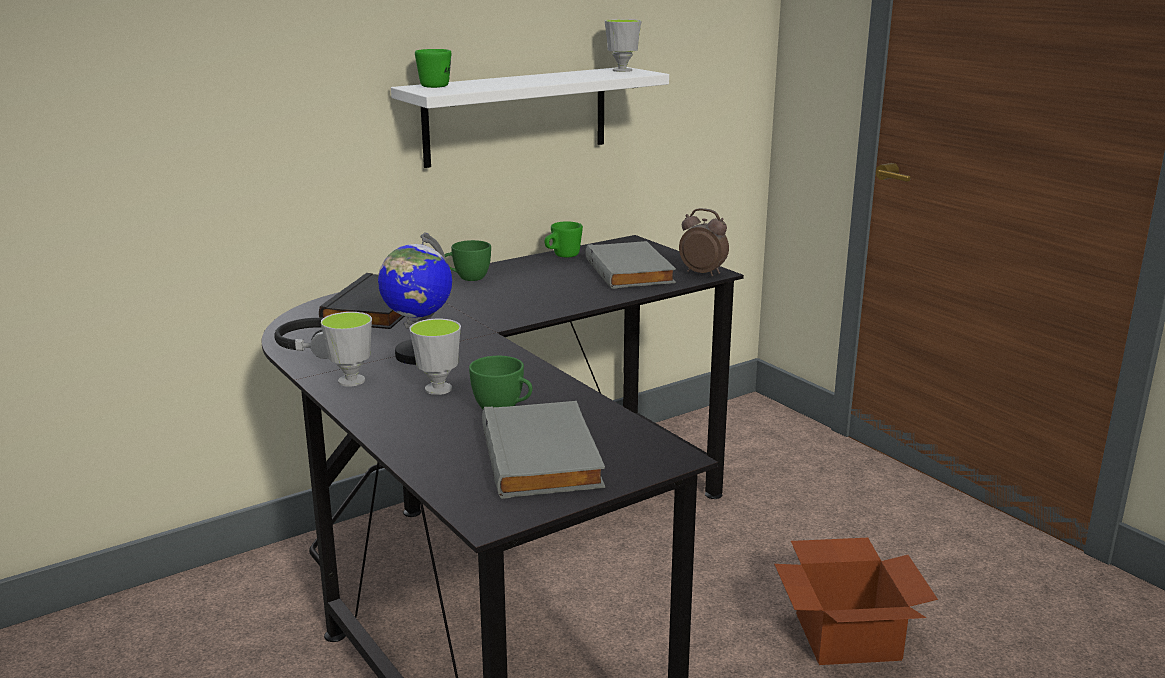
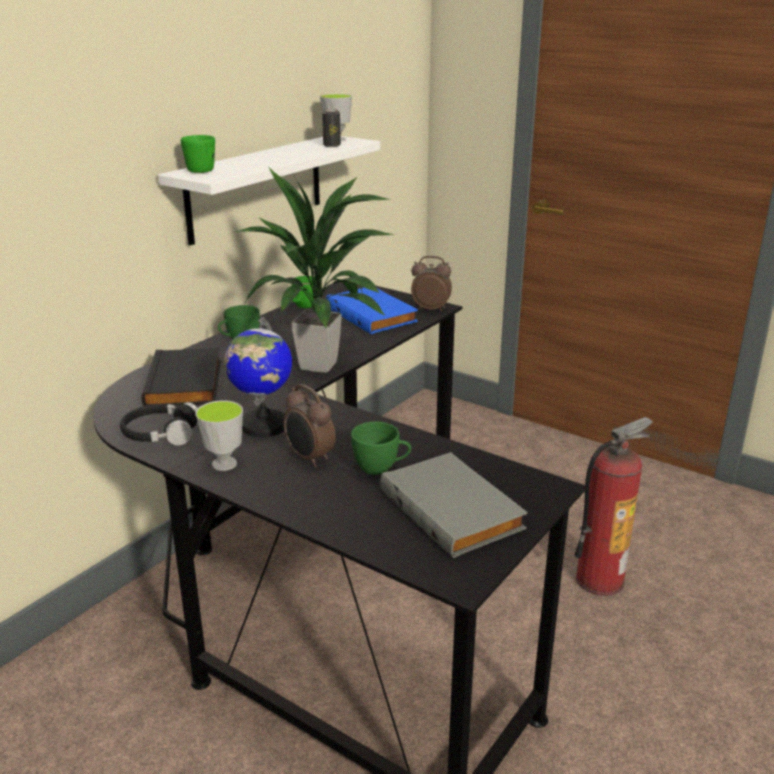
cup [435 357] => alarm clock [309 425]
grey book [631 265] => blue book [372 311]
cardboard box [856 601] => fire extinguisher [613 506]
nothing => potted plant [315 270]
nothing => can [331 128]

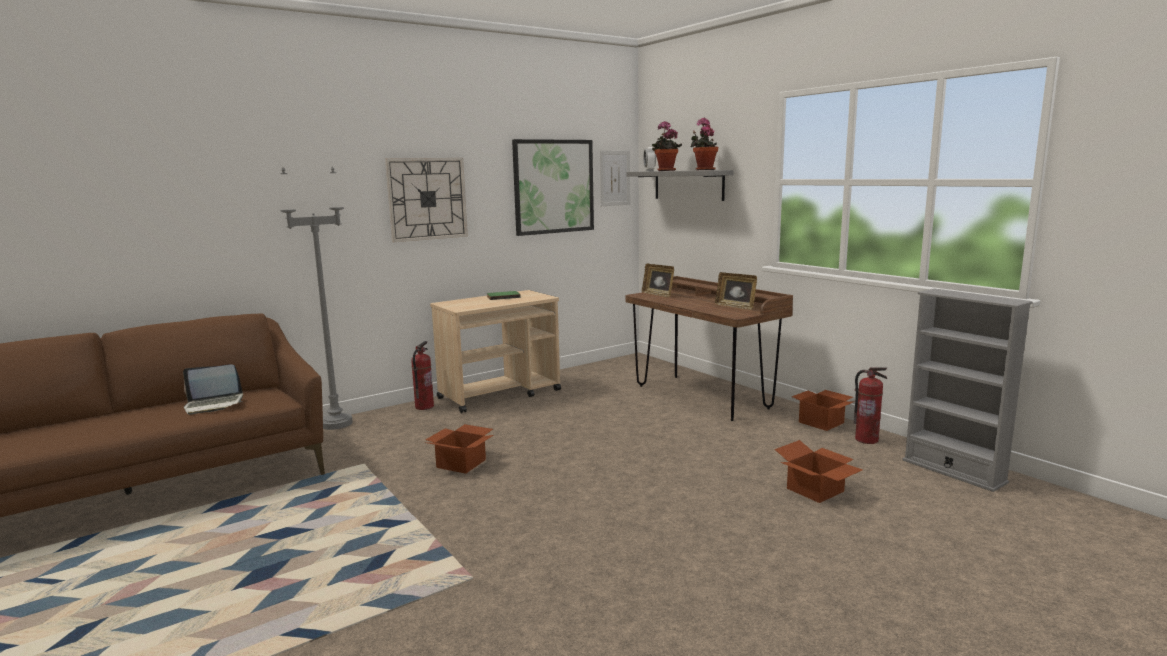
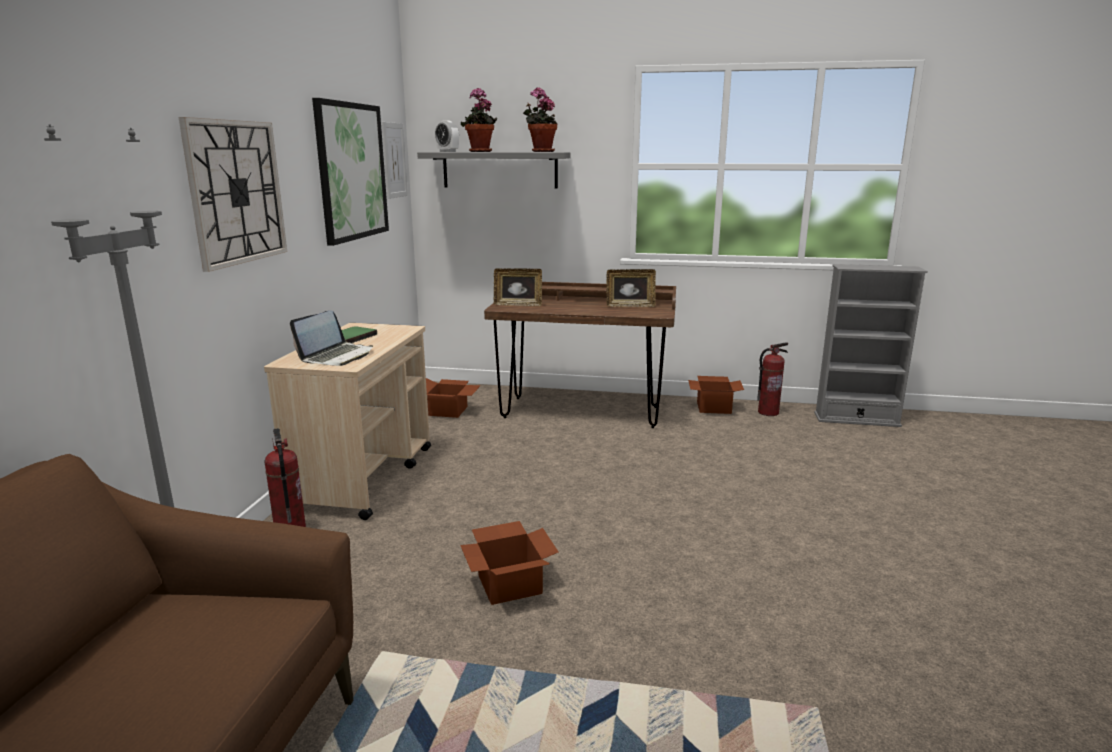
laptop [213 389] => laptop [331 338], relocated
cardboard box [818 471] => cardboard box [453 398], relocated

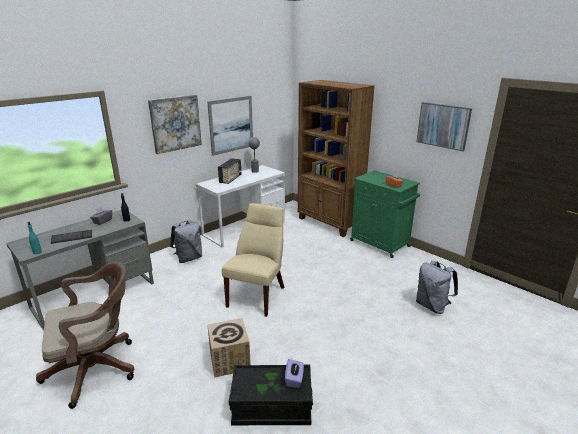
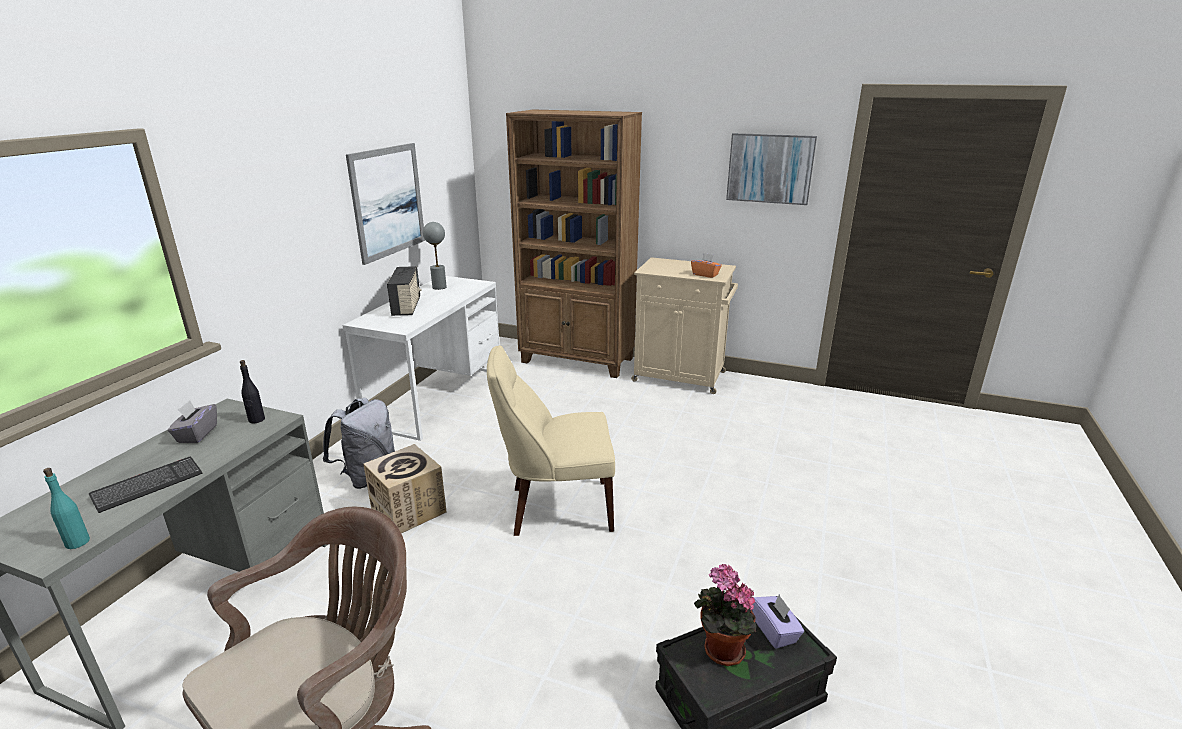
picture [175 124] => nothing
cardboard box [229 348] => cardboard box [405 488], relocated
beige chair [253 260] => beige chair [551 440], 90 degrees counterclockwise
green cabinet [385 214] => beige cabinet [684 325]
grey backpack [437 287] => nothing
nothing => potted plant [725 615]

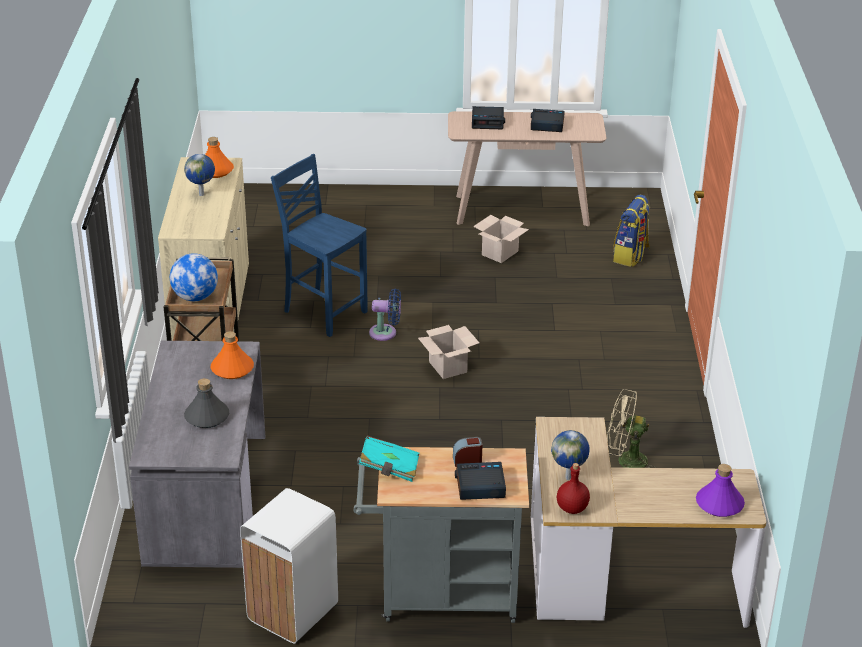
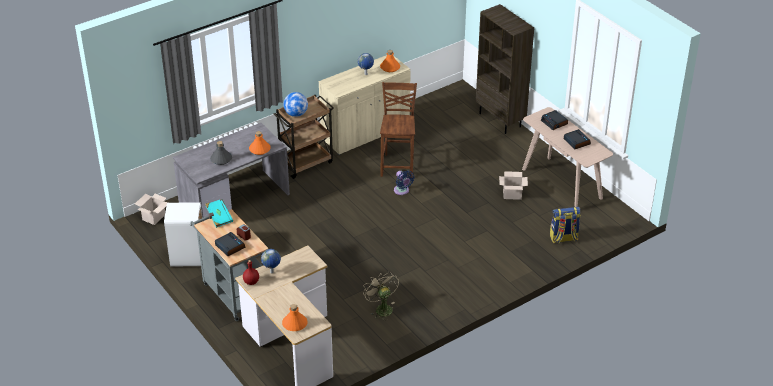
blue chair [319 245] => brown chair [398 129]
cardboard box [448 352] => cardboard box [151 209], relocated
purple bottle [720 490] => orange bottle [295 317]
nothing => brown bookcase [505 69]

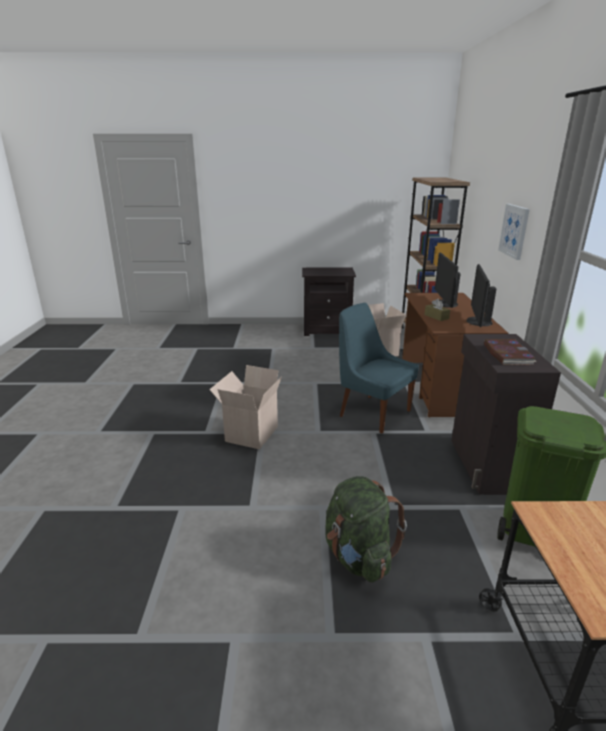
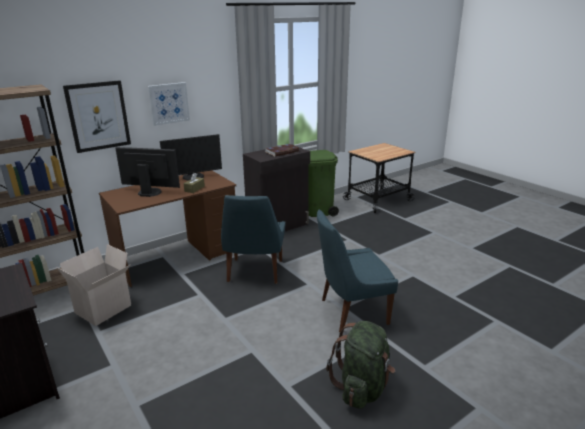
cardboard box [245 407] => blue chair [357 270]
green backpack [366 529] => green backpack [360 365], relocated
monitor [447 280] => monitor [147 172], 135 degrees counterclockwise
nothing => picture [97 116]

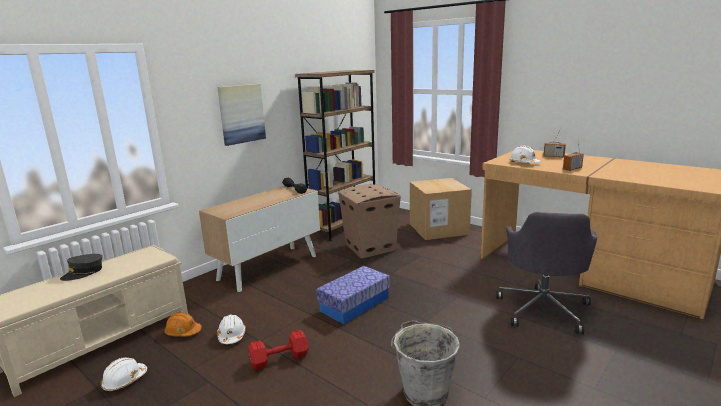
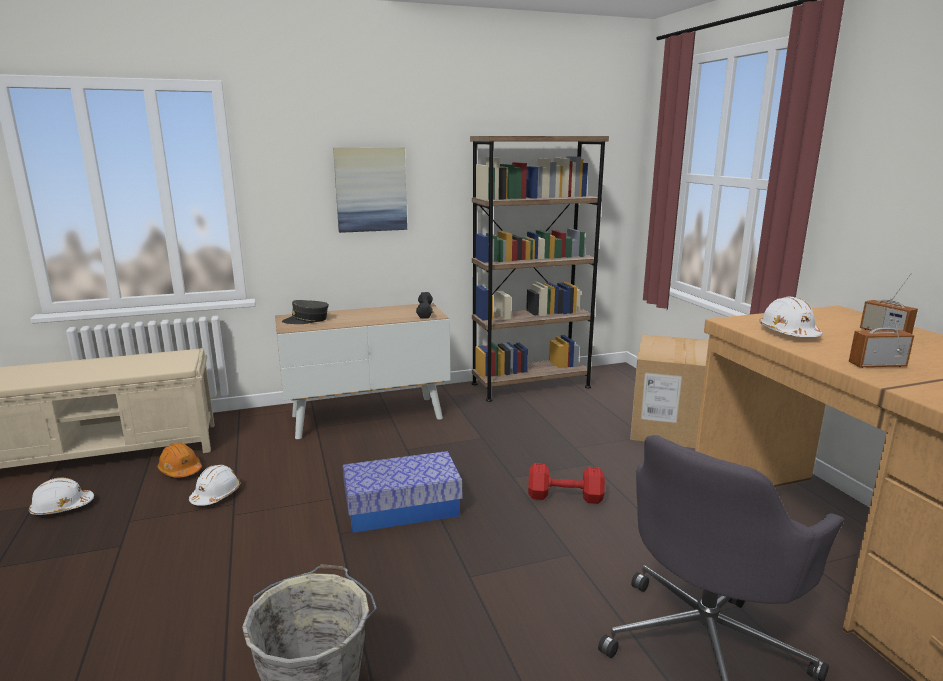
grey cap [81 267] => grey cap [305 312], relocated
red dumbbell [278 350] => red dumbbell [566 483], relocated
cardboard box [369 221] => nothing

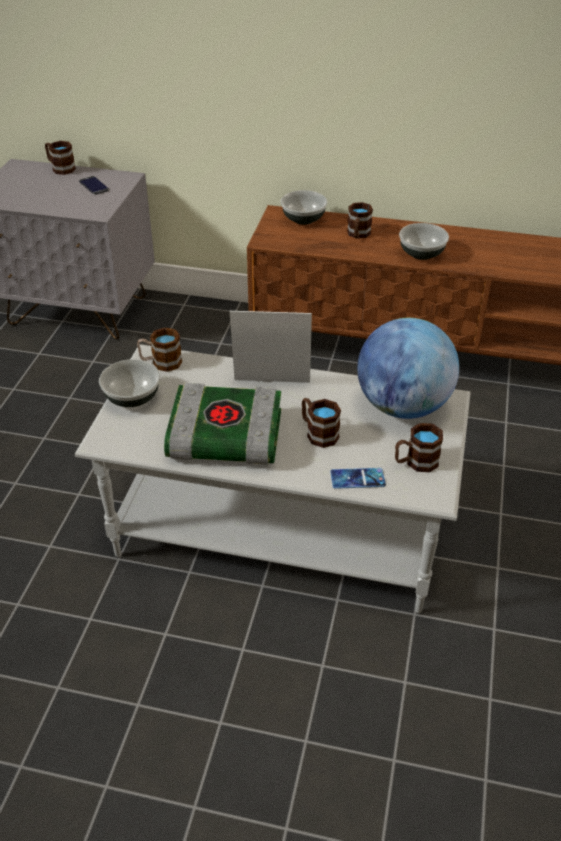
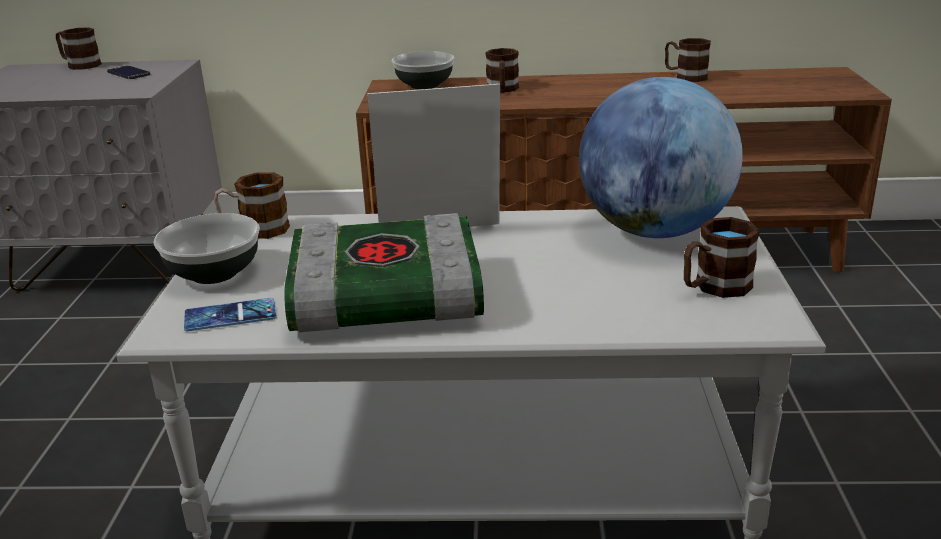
brown mug [321 423] => brown mug [688 60], relocated
phone [358 478] => phone [230 314], relocated
bowl [424 241] => nothing

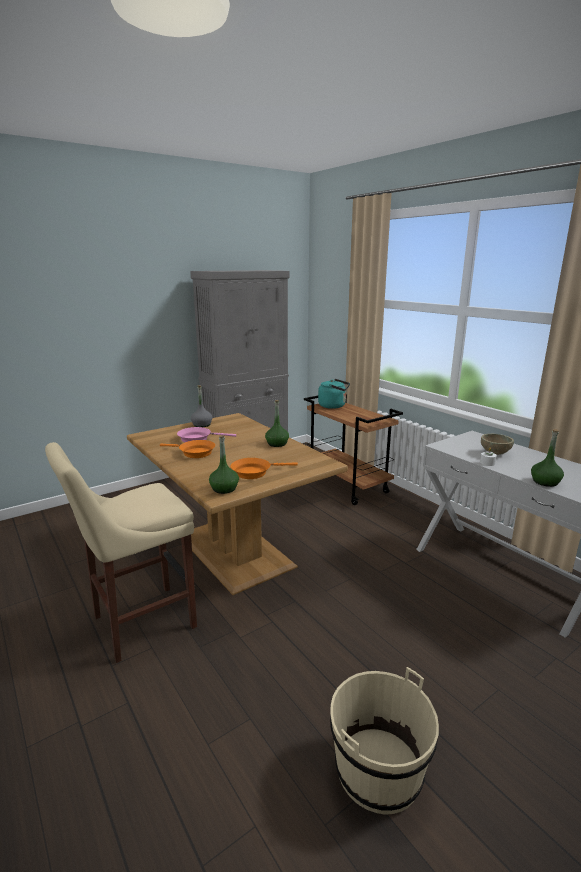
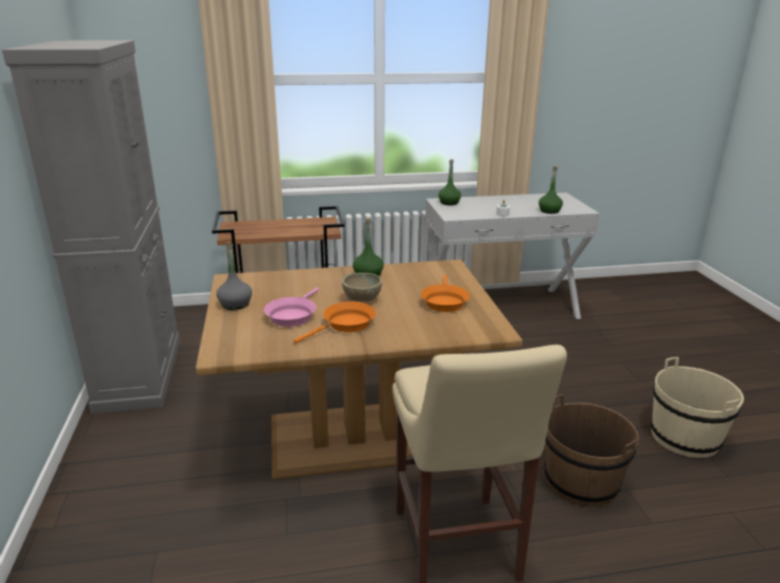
green bottle [224 464] => green bottle [449 182], relocated
turquoise kettle [334 394] => nothing
beige bowl [497 444] => beige bowl [362 287], relocated
nothing => brown bucket [592 450]

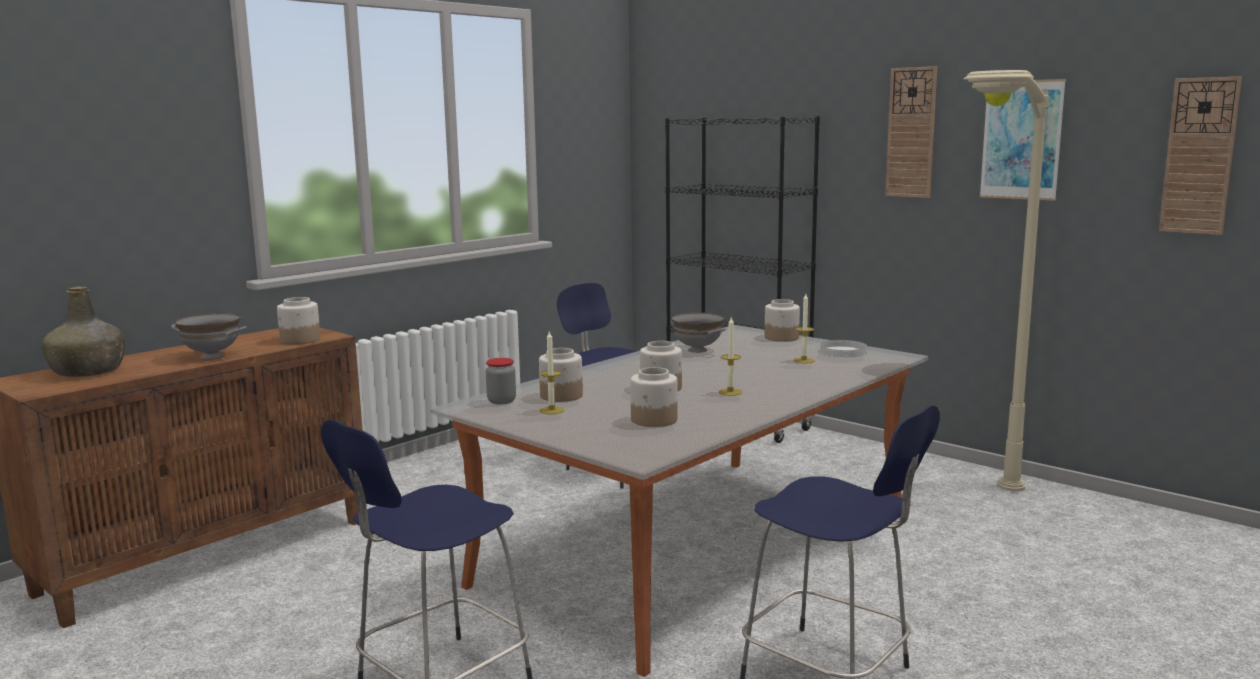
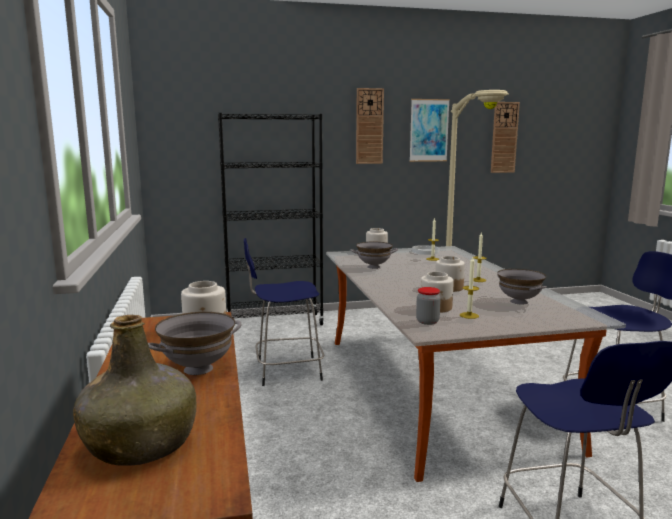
jar [654 397] => grey bowl [522 286]

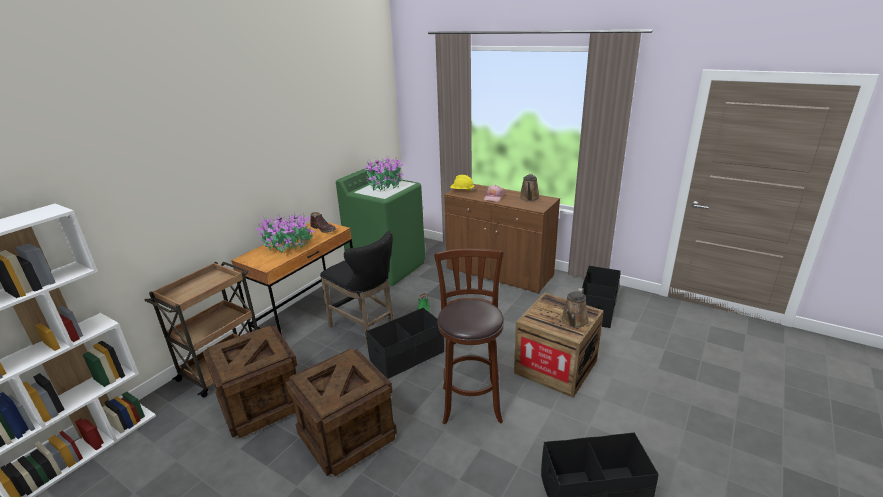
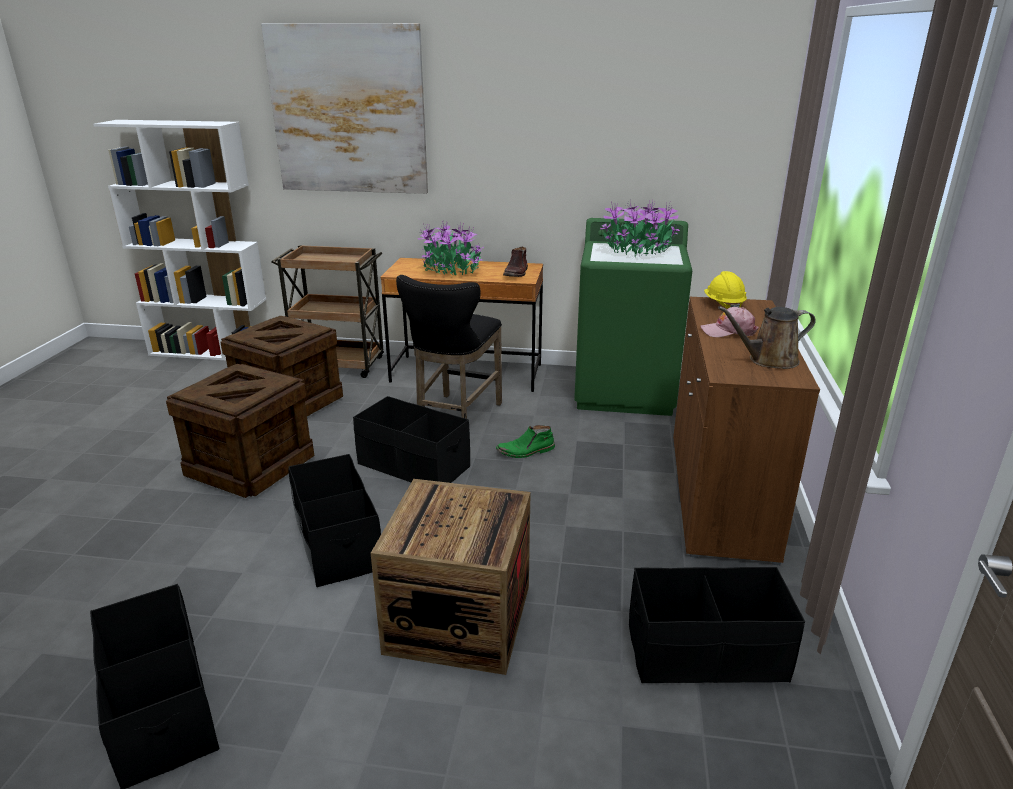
brown stool [469 336] => black storage box [334 520]
brown watering can [575 308] => nothing
nothing => picture [344 108]

